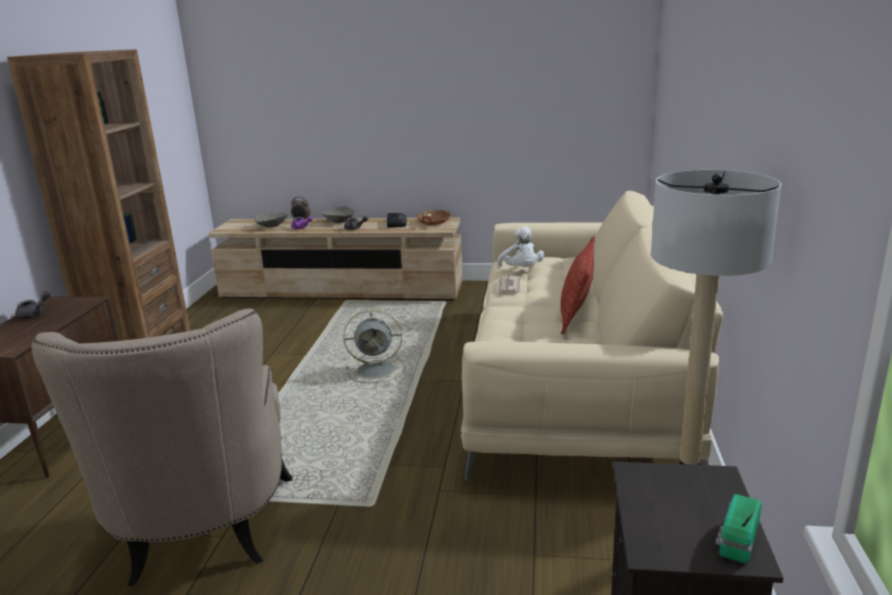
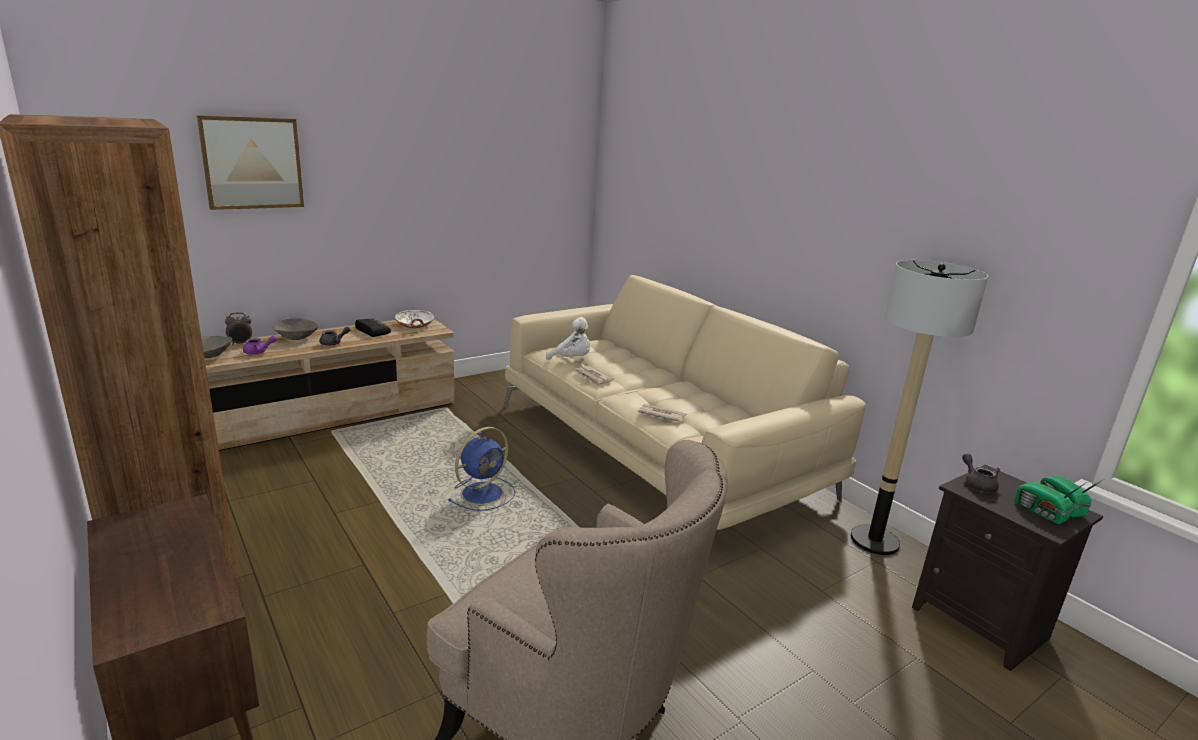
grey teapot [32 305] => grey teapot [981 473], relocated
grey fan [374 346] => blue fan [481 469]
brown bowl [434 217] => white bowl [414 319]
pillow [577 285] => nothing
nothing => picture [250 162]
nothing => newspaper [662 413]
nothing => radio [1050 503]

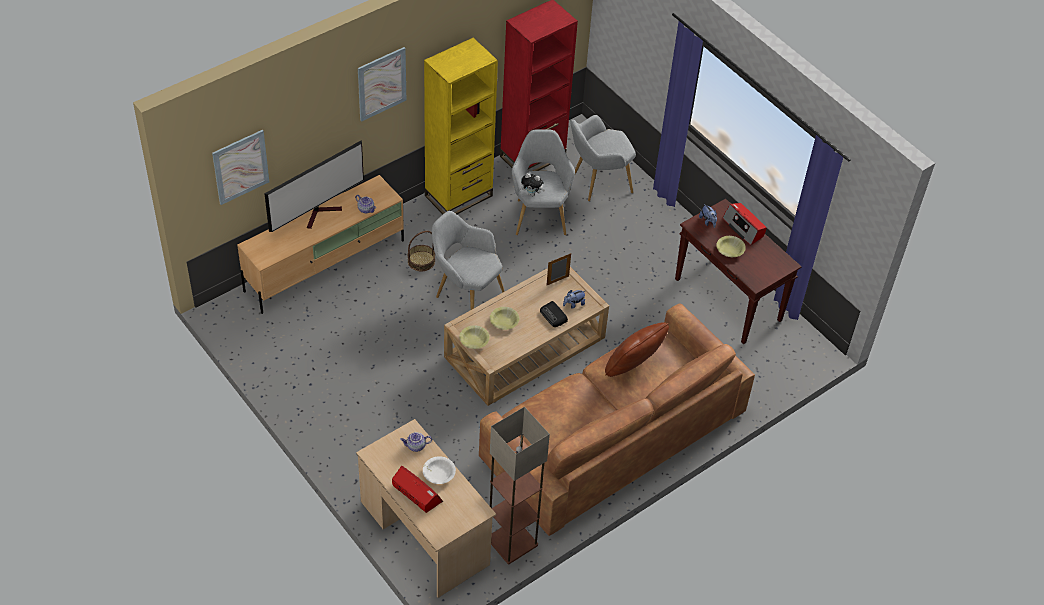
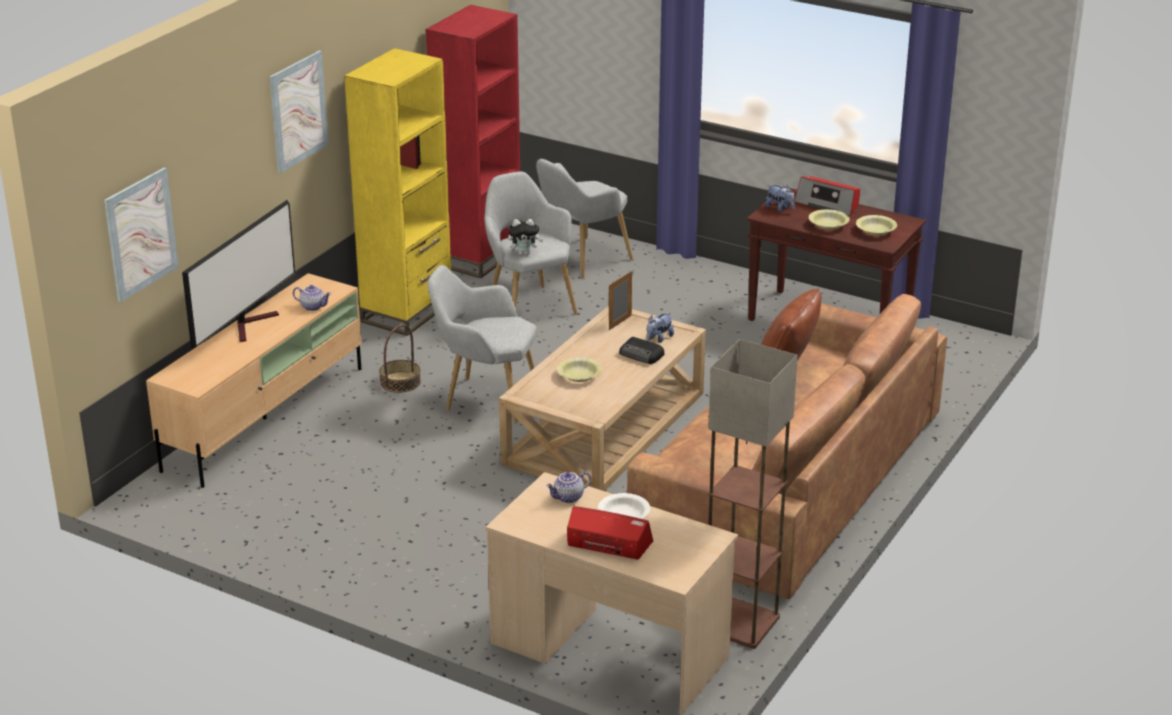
yellow bowl [474 337] => yellow bowl [876 225], relocated

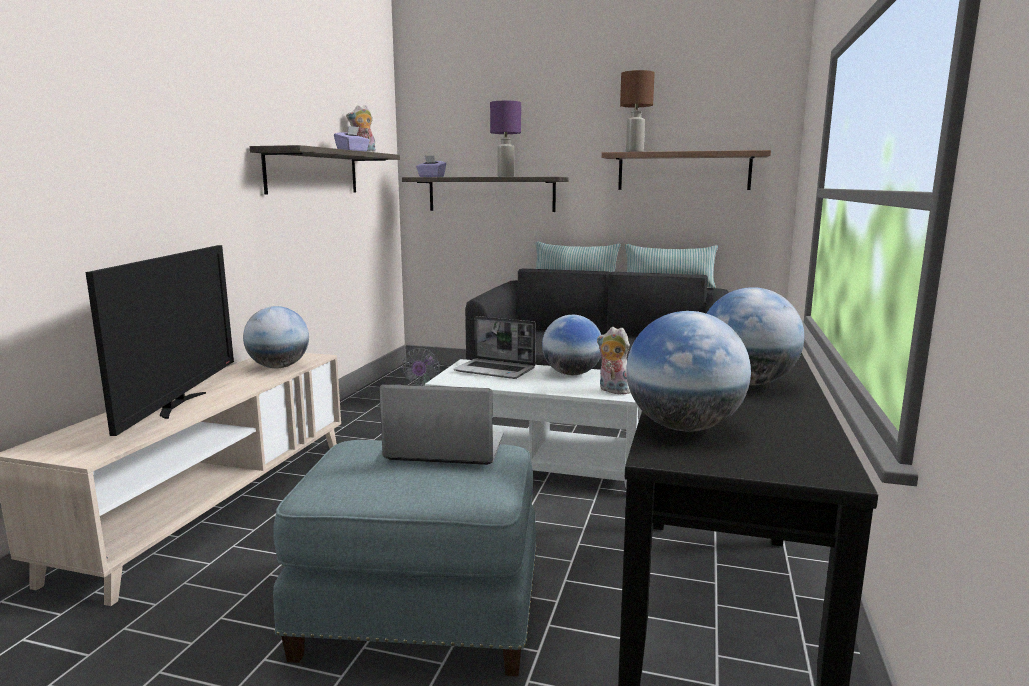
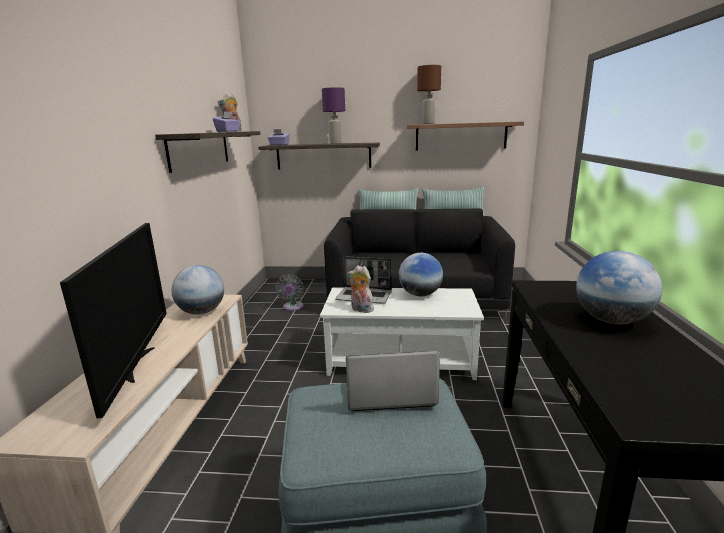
plush toy [614 361] => plush toy [360 289], relocated
globe [688 371] => nothing

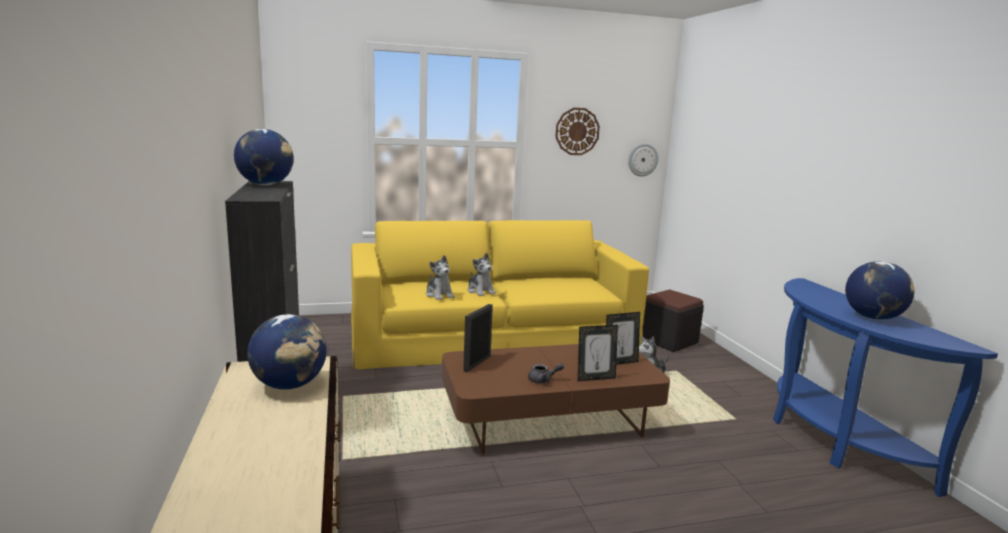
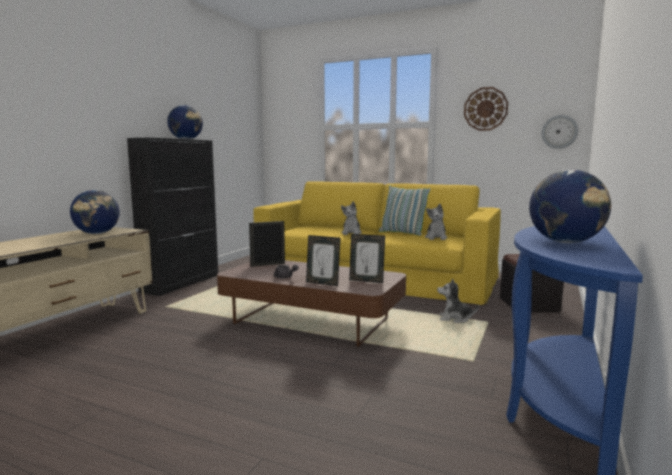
plush toy [440 277] => plush toy [436 222], relocated
nothing => pillow [404 211]

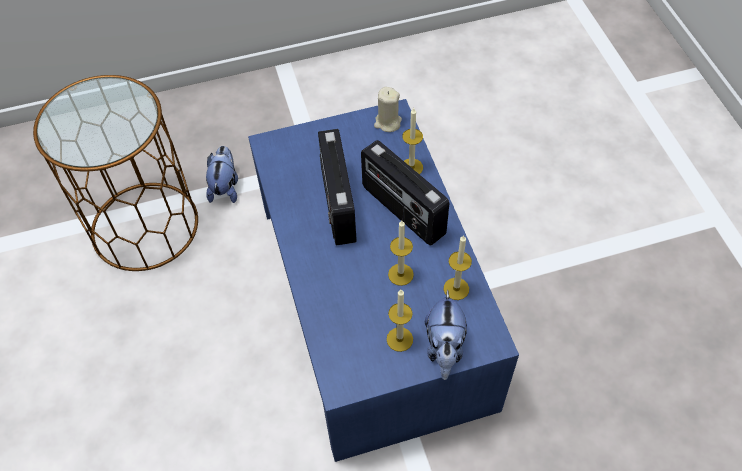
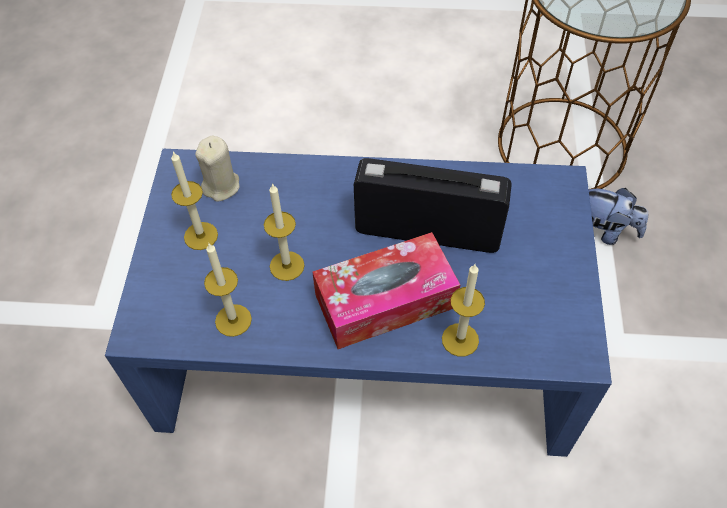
radio [405 192] => tissue box [386 290]
beige candle [388 109] => beige candle [217 168], relocated
plush toy [446 335] => nothing

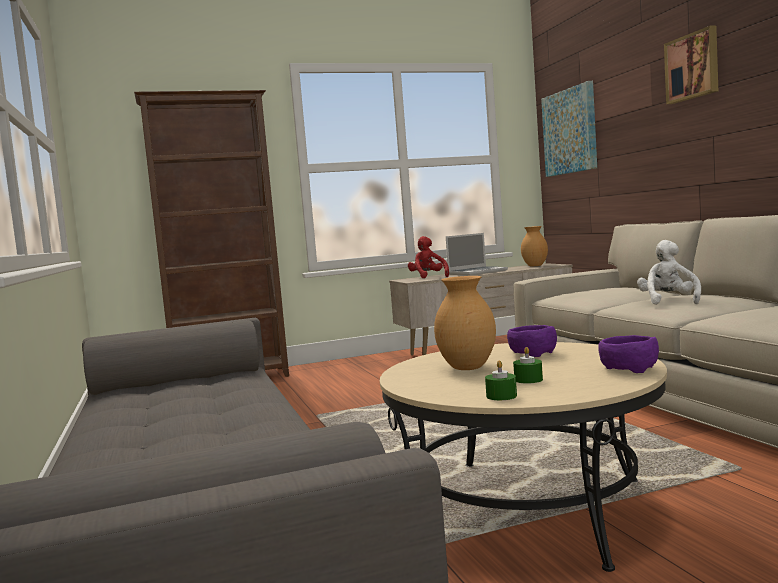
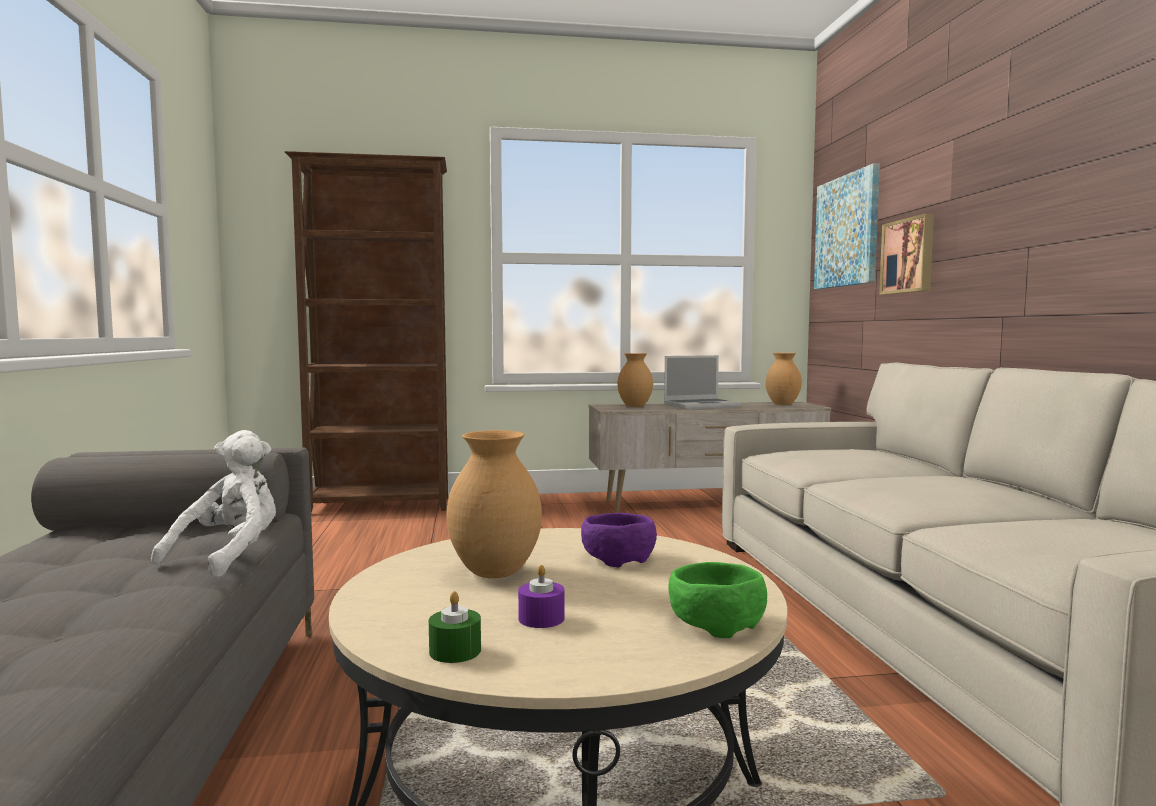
red plush toy [428 257] => brown vase [635 380]
green candle [528 365] => purple candle [541 596]
purple bowl [628 354] => green bowl [718 600]
white plush toy [669 272] => white plush toy [213 504], relocated
picture [691 65] => picture [906 254], relocated

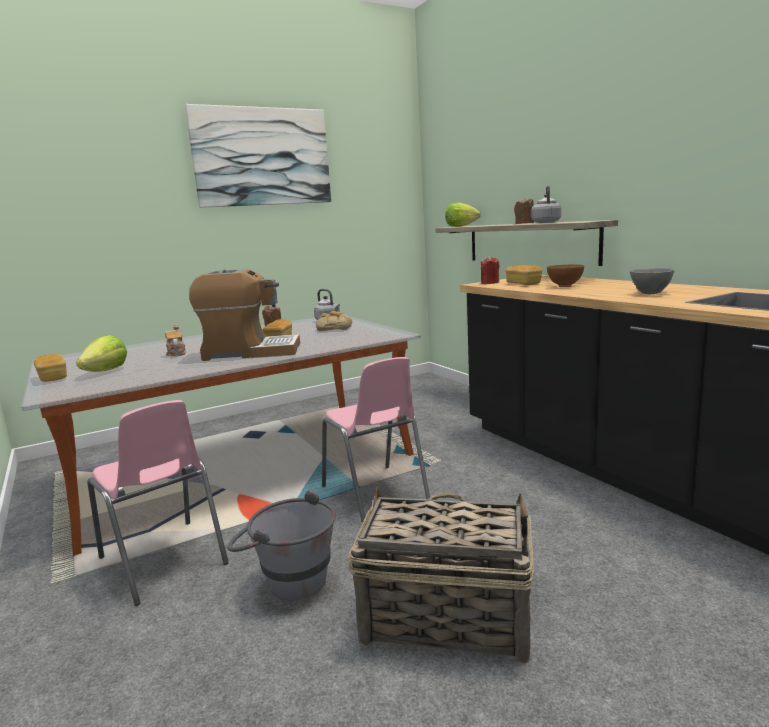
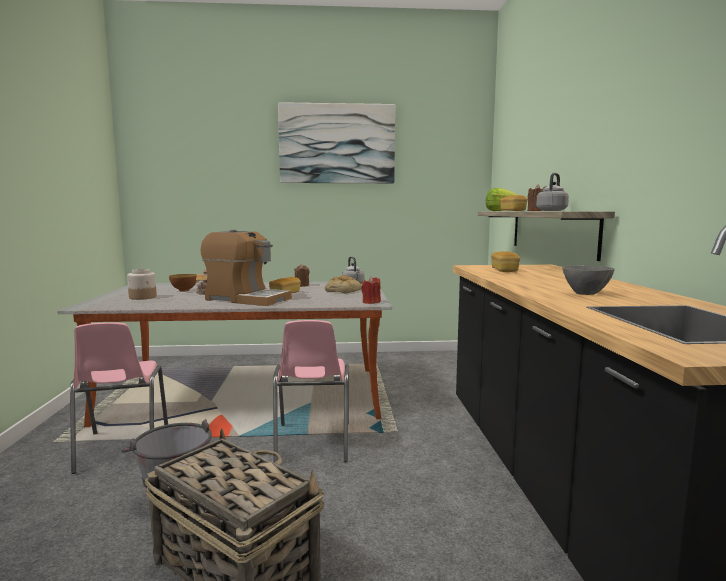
bread [50 368] => bread [514 203], relocated
lettuce [101 353] => jar [142 284]
red candle [489 270] => red candle [371 290], relocated
bowl [565 276] => bowl [183 283], relocated

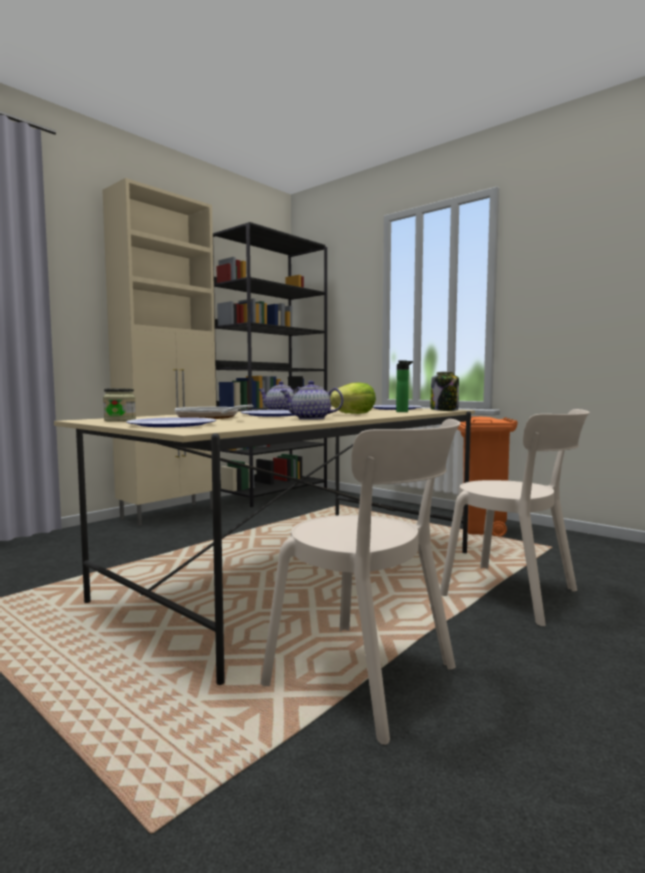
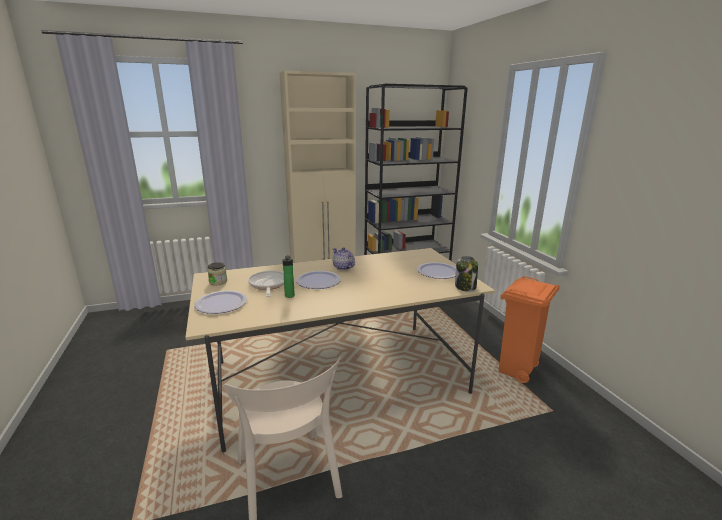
teapot [311 400] => nothing
lettuce [353 398] => nothing
bottle [404 386] => bottle [289 276], relocated
beige chair [515 518] => nothing

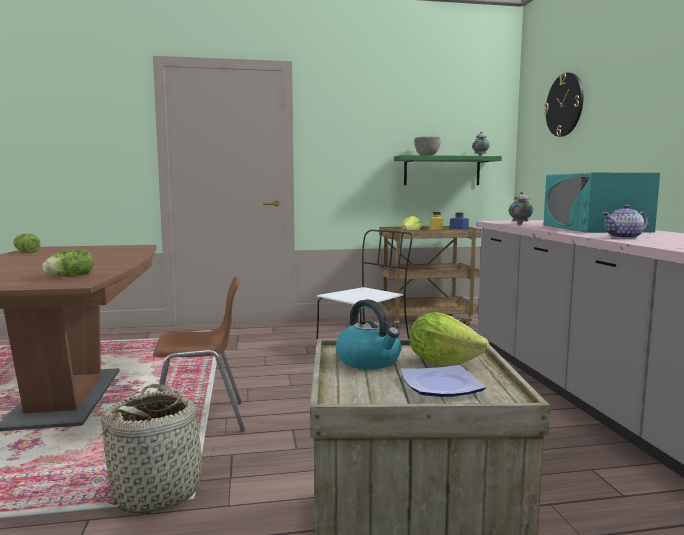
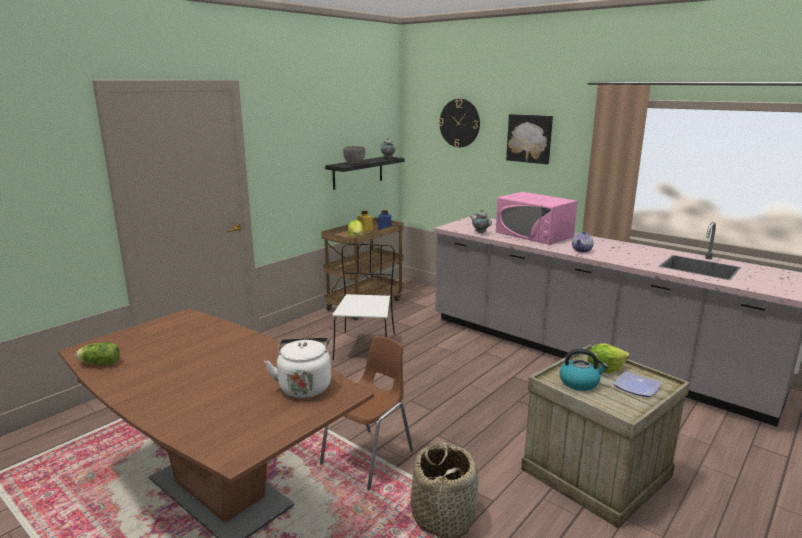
lettuce [68 262] => white kettle [297 367]
green shelf [448 170] => black shelf [364 173]
turquoise microwave [602 203] => pink microwave [536 218]
nothing => picture [529 139]

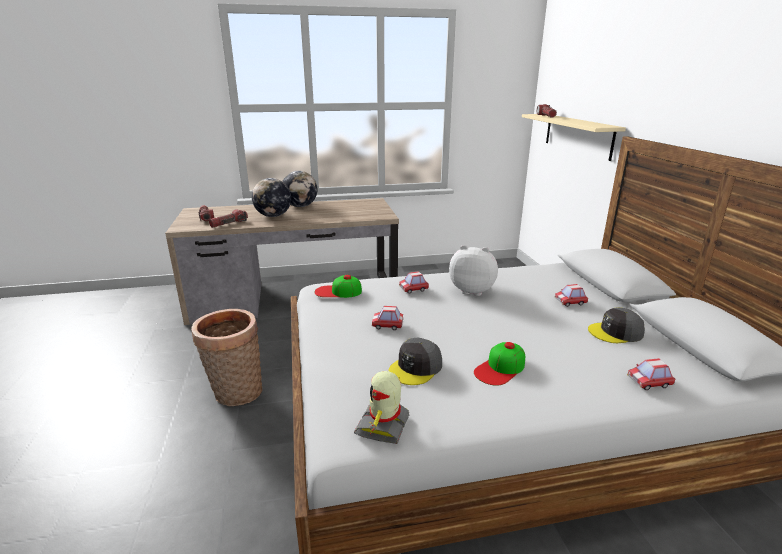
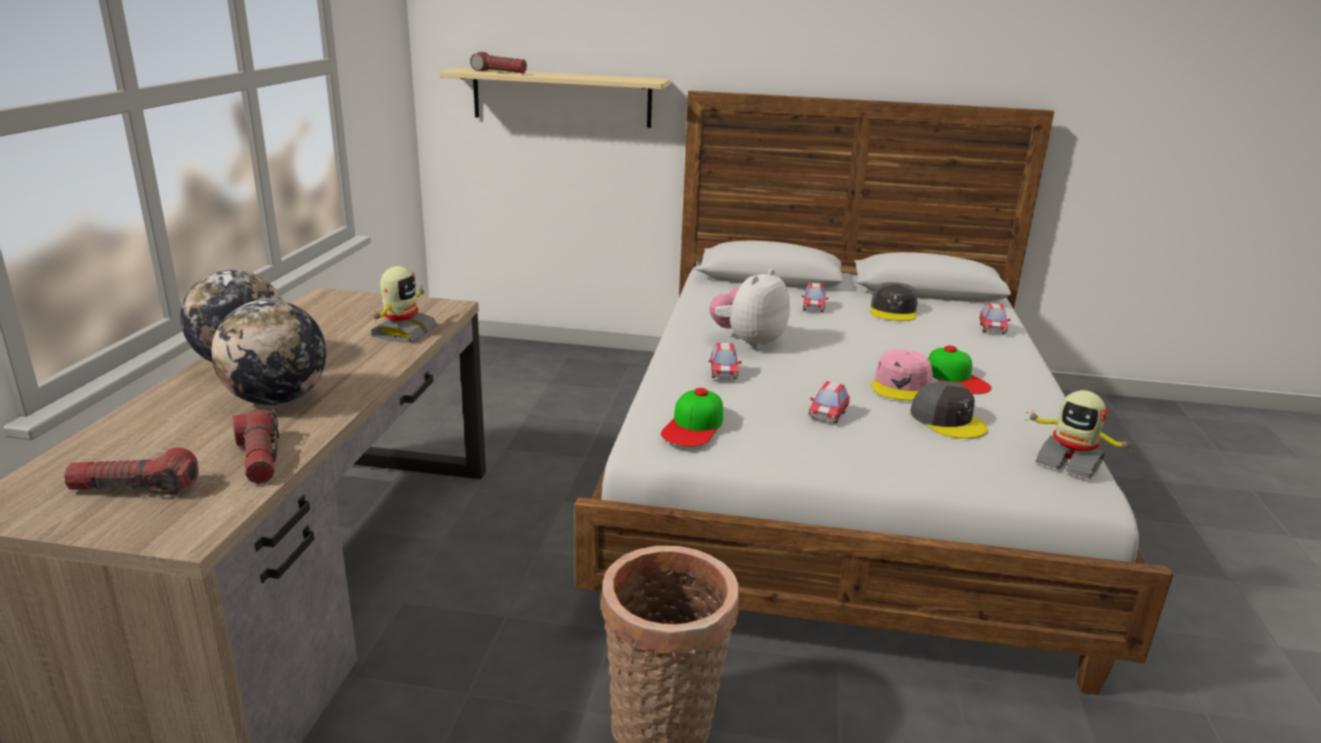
nothing => toy robot [404 304]
nothing => pink cap [902 375]

